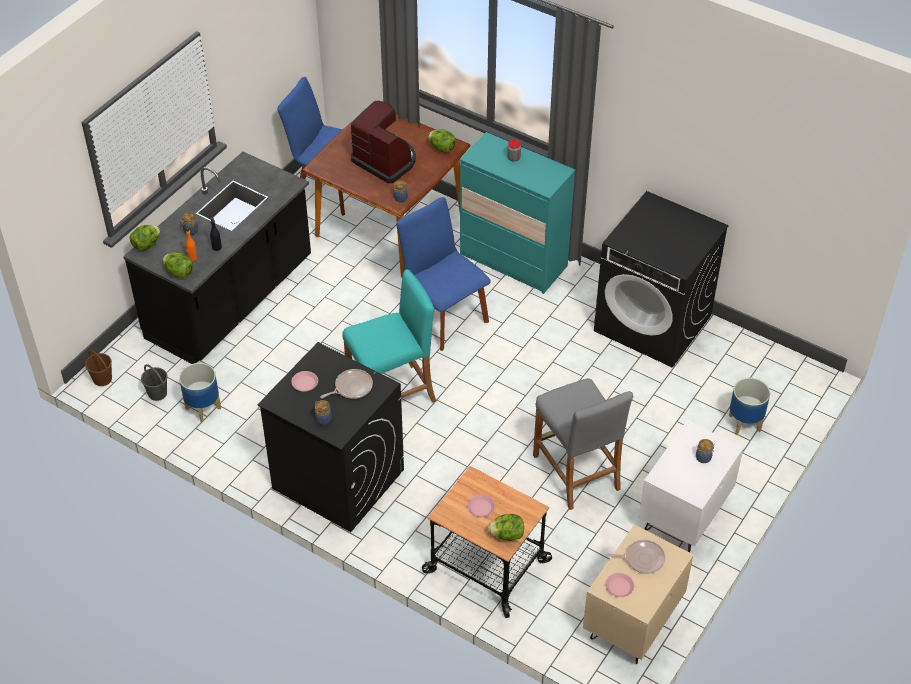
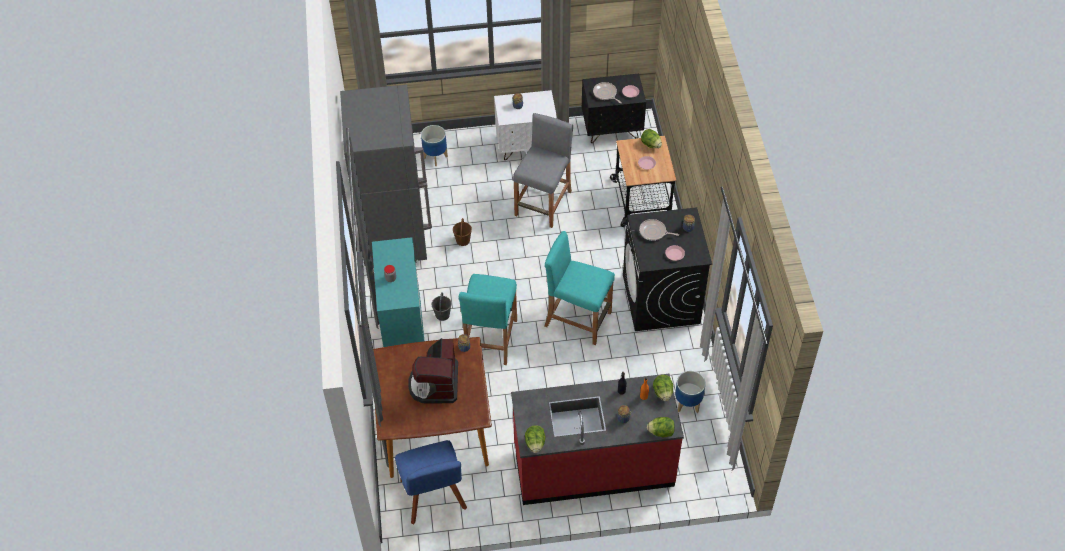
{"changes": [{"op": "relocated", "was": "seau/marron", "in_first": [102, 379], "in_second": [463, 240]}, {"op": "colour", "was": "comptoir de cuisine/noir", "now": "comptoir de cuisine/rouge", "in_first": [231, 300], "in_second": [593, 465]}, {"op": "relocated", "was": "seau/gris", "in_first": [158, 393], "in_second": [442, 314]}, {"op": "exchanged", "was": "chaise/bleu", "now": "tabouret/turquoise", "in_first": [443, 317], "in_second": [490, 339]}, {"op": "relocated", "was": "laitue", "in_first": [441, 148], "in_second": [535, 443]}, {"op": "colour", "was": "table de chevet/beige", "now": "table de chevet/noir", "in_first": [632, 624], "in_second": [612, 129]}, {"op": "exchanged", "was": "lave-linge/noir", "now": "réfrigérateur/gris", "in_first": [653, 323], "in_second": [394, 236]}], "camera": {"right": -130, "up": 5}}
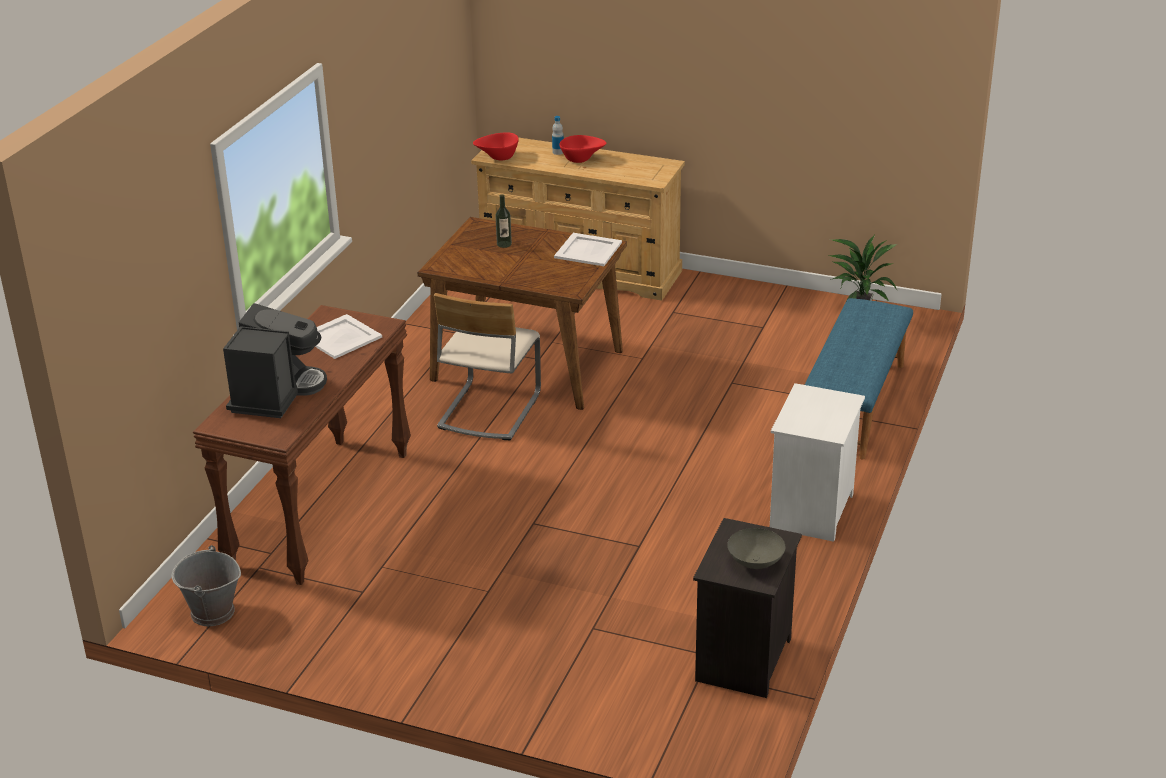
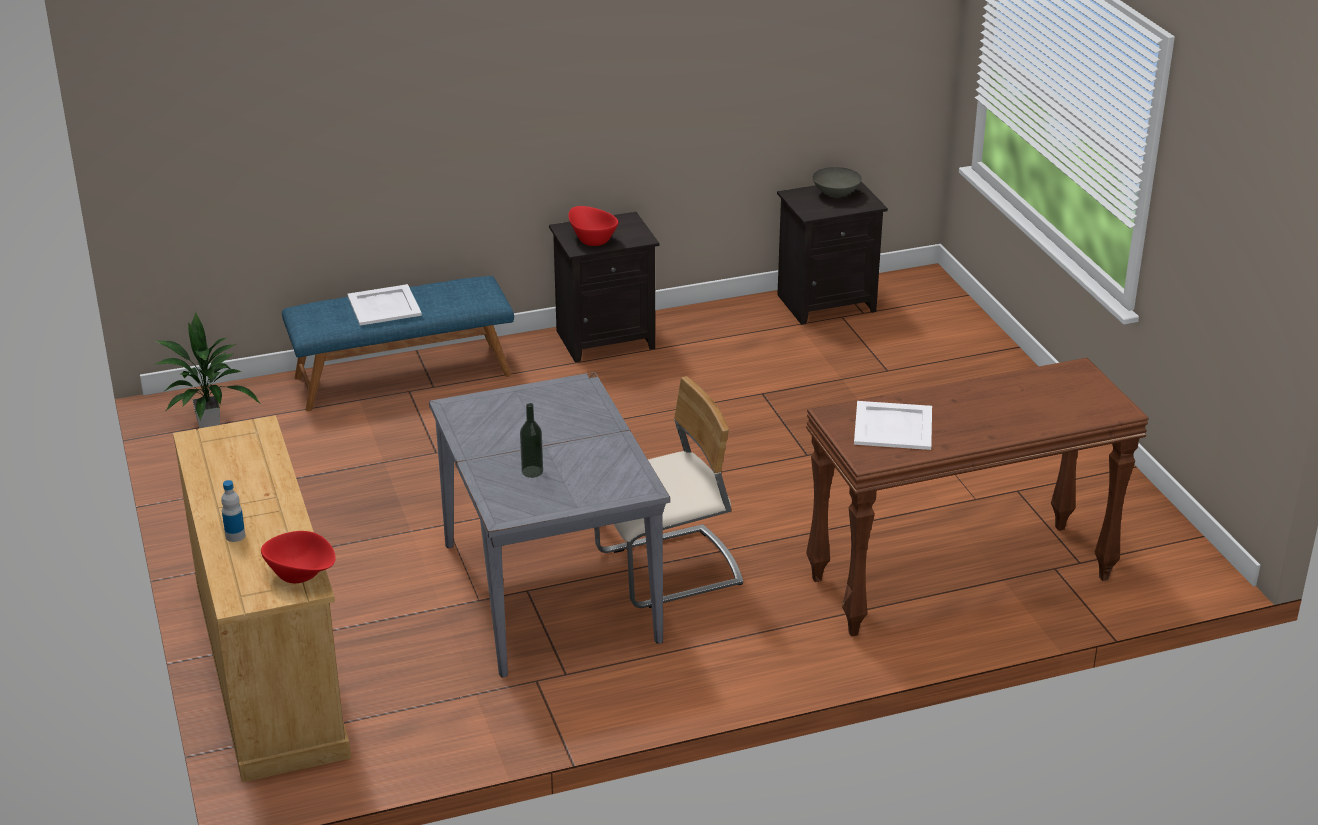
{"changes": [{"op": "missing", "was": "seau/gris", "in_first": [212, 612]}, {"op": "missing", "was": "machine à café", "in_first": [276, 393]}, {"op": "colour", "was": "table à manger/marron", "now": "table à manger/gris", "in_first": [528, 365], "in_second": [549, 590]}, {"op": "relocated", "was": "plateau/blanc", "in_first": [589, 250], "in_second": [383, 305]}, {"op": "relocated", "was": "bol/rouge", "in_first": [582, 159], "in_second": [592, 239]}, {"op": "colour", "was": "table de chevet/blanc", "now": "table de chevet/noir", "in_first": [813, 512], "in_second": [606, 338]}], "camera": {"right": -130, "up": 0}}
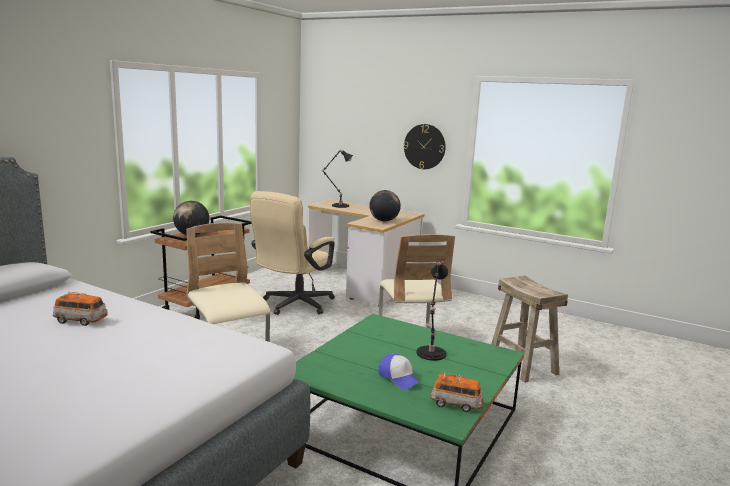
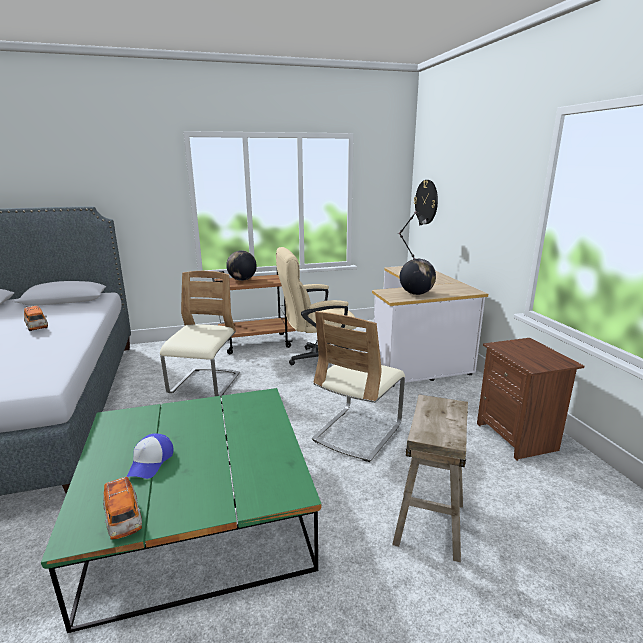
{"changes": [{"op": "relocated", "was": "horloge murale", "in_first": [424, 146], "in_second": [426, 202]}, {"op": "missing", "was": "lampe de table/noir", "in_first": [430, 354]}, {"op": "appeared", "now": "table de chevet/marron", "in_second": [517, 437]}], "camera": {"right": 45, "up": 5}}
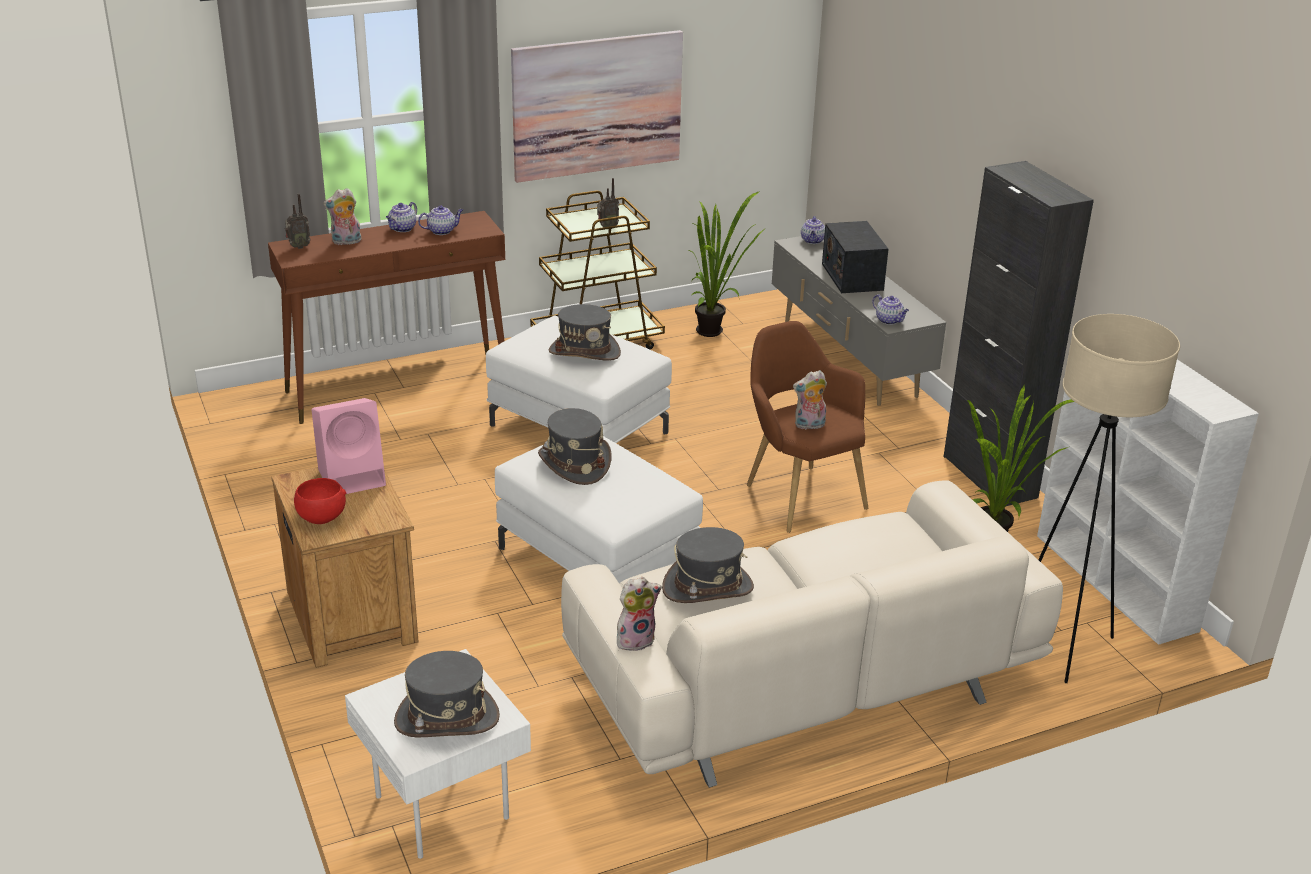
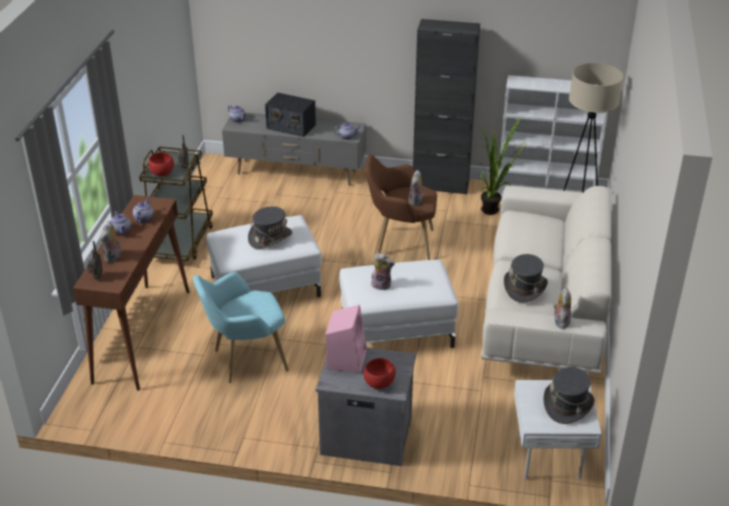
{"changes": [{"op": "colour", "was": "table de chevet/marron", "now": "table de chevet/gris", "in_first": [352, 615], "in_second": [365, 435]}, {"op": "missing", "was": "tableau", "in_first": [597, 105]}, {"op": "exchanged", "was": "chapeau/gris", "now": "peluche", "in_first": [574, 464], "in_second": [382, 284]}, {"op": "missing", "was": "plante en pot", "in_first": [716, 332]}, {"op": "appeared", "now": "bol/rouge", "in_second": [162, 173]}, {"op": "appeared", "now": "fauteuil/turquoise", "in_second": [245, 360]}], "camera": {"right": -55, "up": 5}}
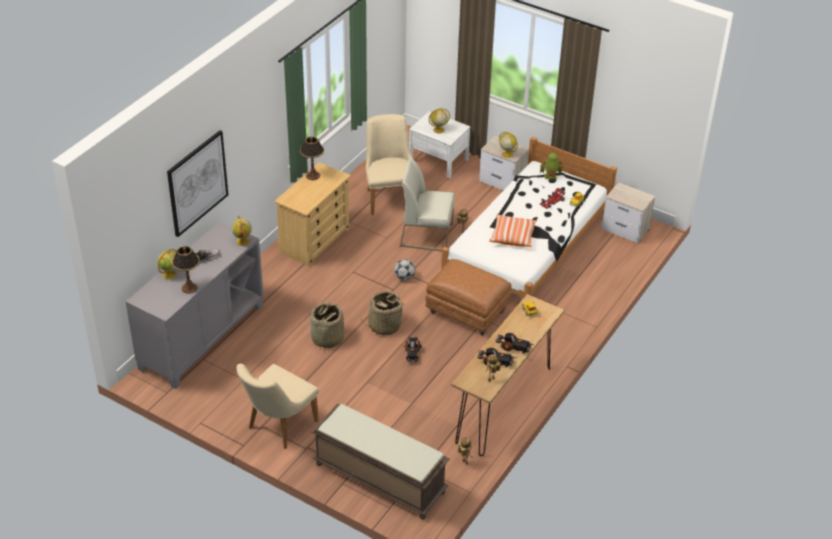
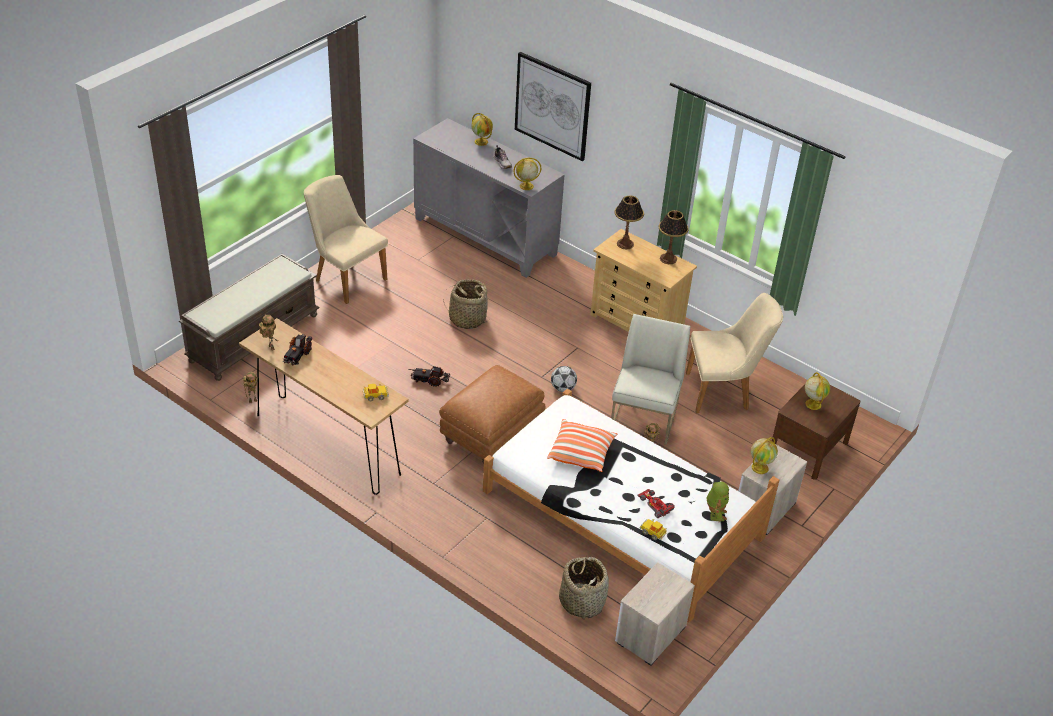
{"changes": [{"op": "relocated", "was": "lampe de table", "in_first": [189, 288], "in_second": [625, 244]}, {"op": "relocated", "was": "panier", "in_first": [384, 325], "in_second": [582, 601]}, {"op": "colour", "was": "table de chevet/blanc", "now": "table de chevet/marron", "in_first": [438, 160], "in_second": [808, 448]}, {"op": "missing", "was": "camion jouet", "in_first": [513, 347]}], "camera": {"right": 95, "up": 0}}
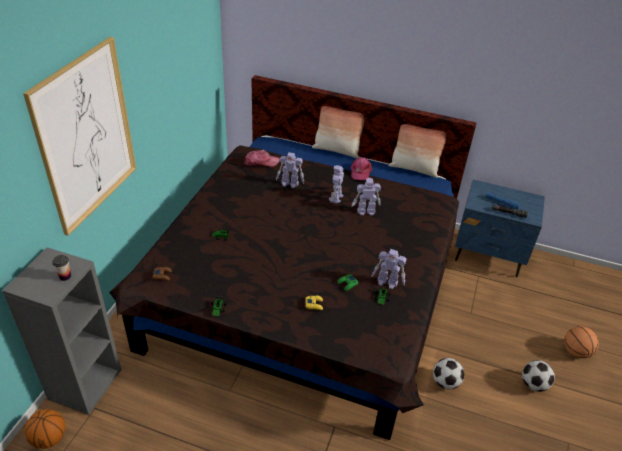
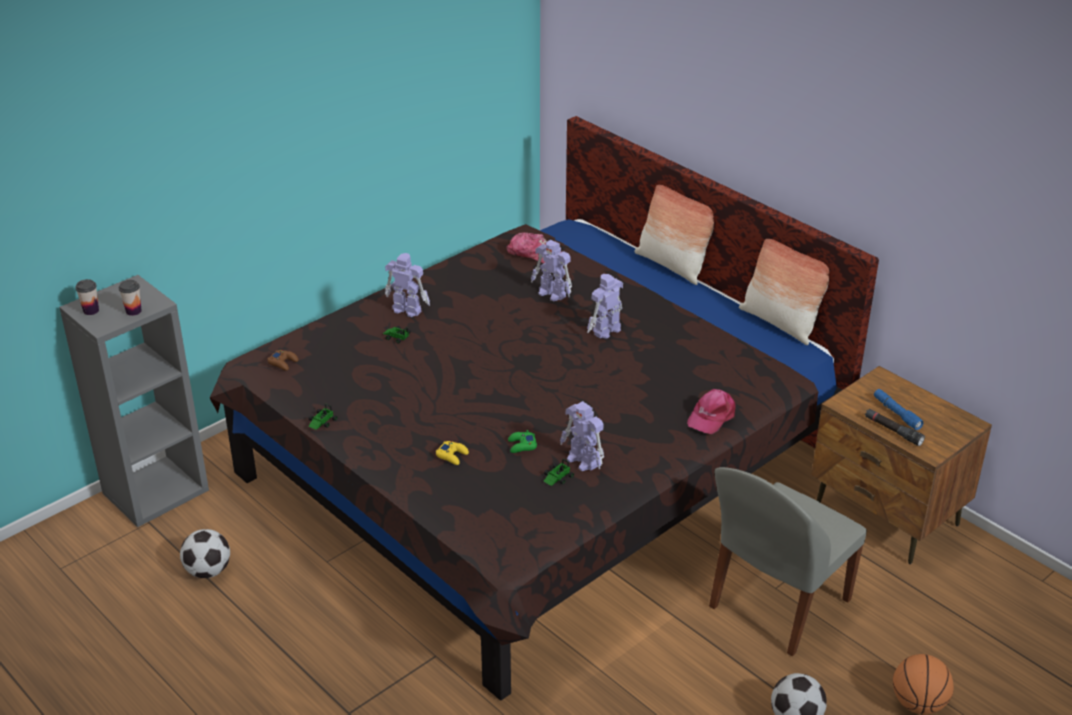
{"changes": [{"op": "missing", "was": "tableau", "in_first": [86, 136]}, {"op": "missing", "was": "ballon de basket", "in_first": [49, 438]}, {"op": "relocated", "was": "casquette/rose", "in_first": [360, 172], "in_second": [711, 416]}, {"op": "relocated", "was": "robot jouet", "in_first": [365, 211], "in_second": [406, 309]}, {"op": "relocated", "was": "ballon de foot", "in_first": [445, 382], "in_second": [208, 571]}, {"op": "colour", "was": "table de chevet/bleu", "now": "table de chevet/marron", "in_first": [488, 255], "in_second": [886, 516]}, {"op": "appeared", "now": "tasse", "in_second": [91, 310]}, {"op": "appeared", "now": "chaise/gris", "in_second": [777, 605]}], "camera": {"right": 30, "up": -5}}
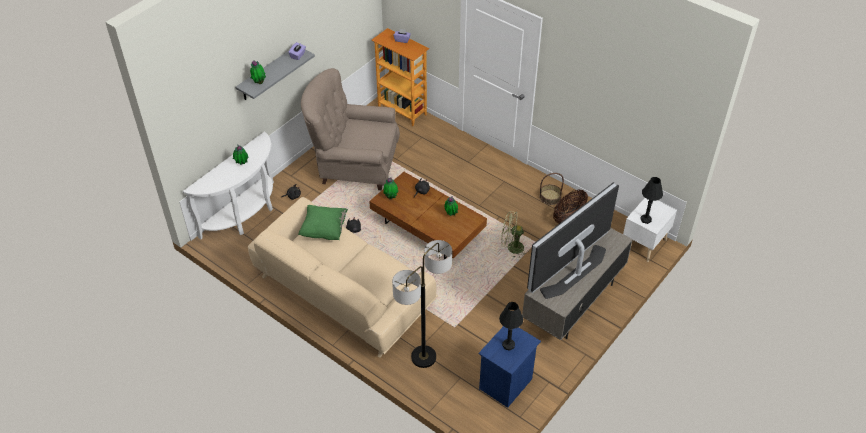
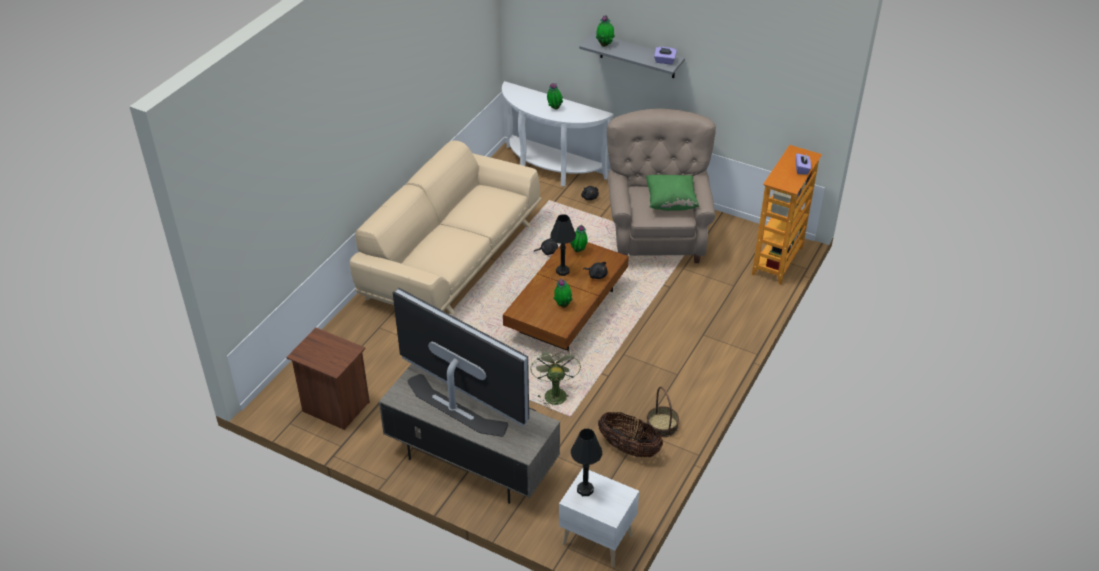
{"changes": [{"op": "relocated", "was": "coussin/vert", "in_first": [324, 230], "in_second": [670, 202]}, {"op": "missing", "was": "lampadaire", "in_first": [423, 357]}, {"op": "colour", "was": "table de chevet/bleu", "now": "table de chevet/marron", "in_first": [506, 384], "in_second": [335, 407]}, {"op": "relocated", "was": "lampe de table/noir", "in_first": [508, 345], "in_second": [562, 271]}], "camera": {"right": 80, "up": -5}}
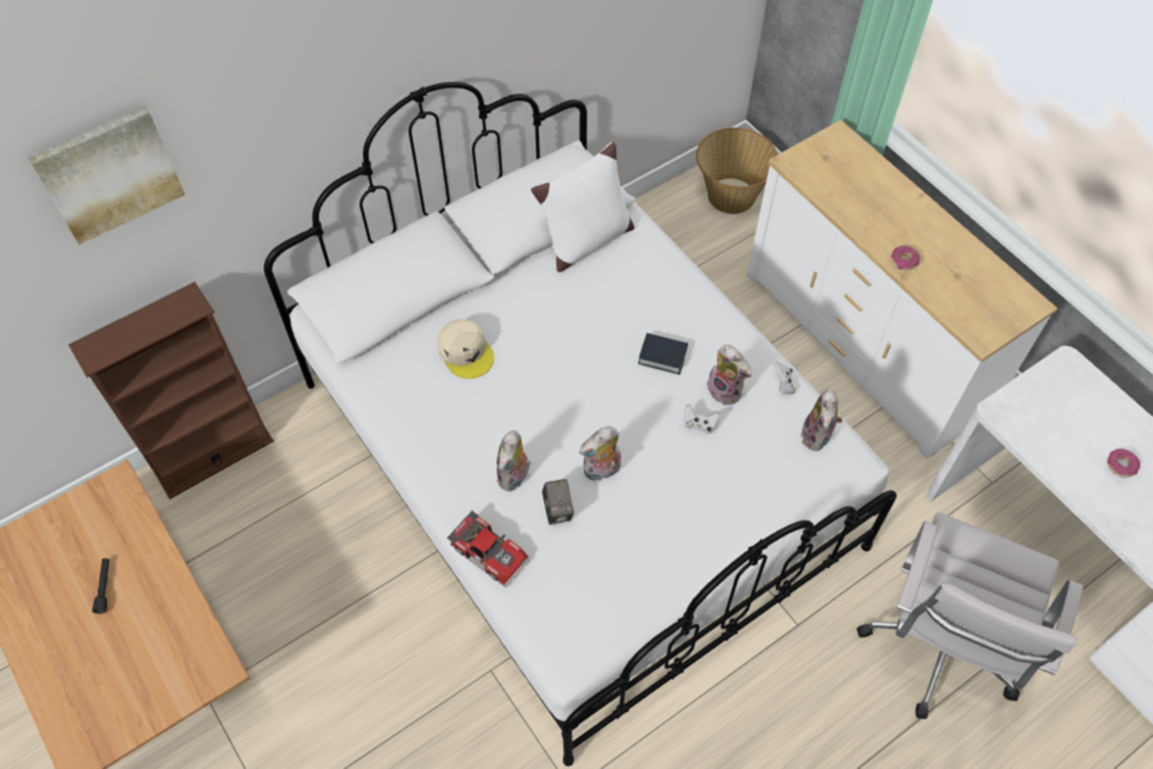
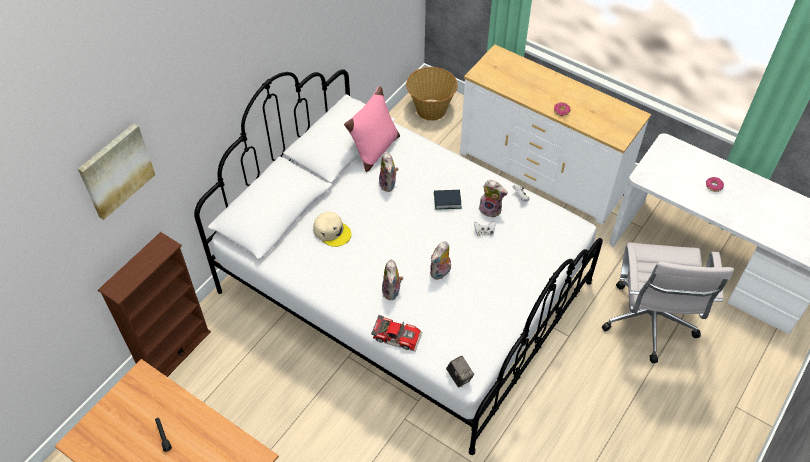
{"changes": [{"op": "colour", "was": "coussin/blanc", "now": "coussin/rose", "in_first": [585, 242], "in_second": [374, 151]}, {"op": "relocated", "was": "appareil photo", "in_first": [558, 510], "in_second": [459, 377]}, {"op": "relocated", "was": "peluche", "in_first": [818, 437], "in_second": [389, 184]}], "camera": {"right": -20, "up": -5}}
